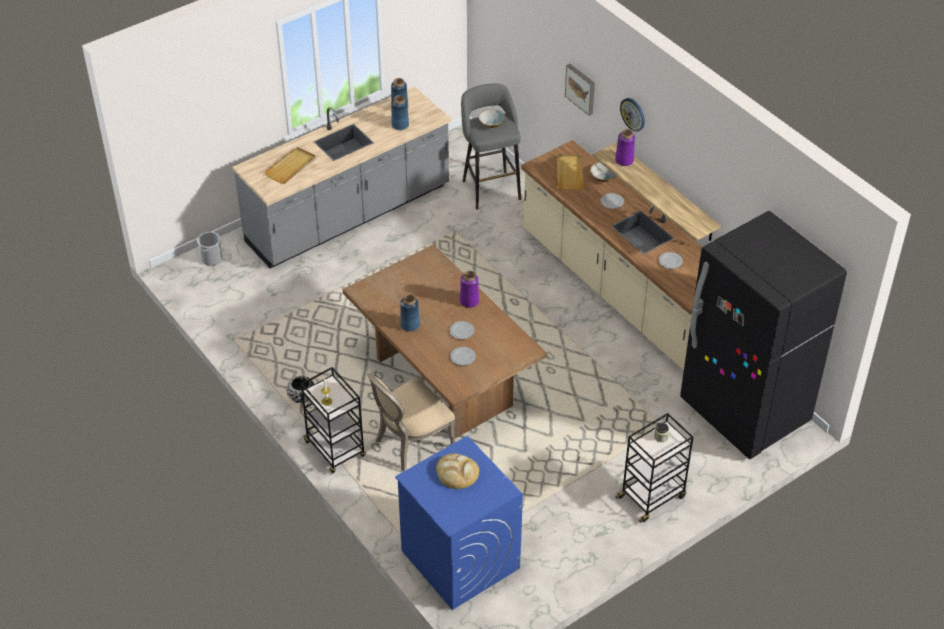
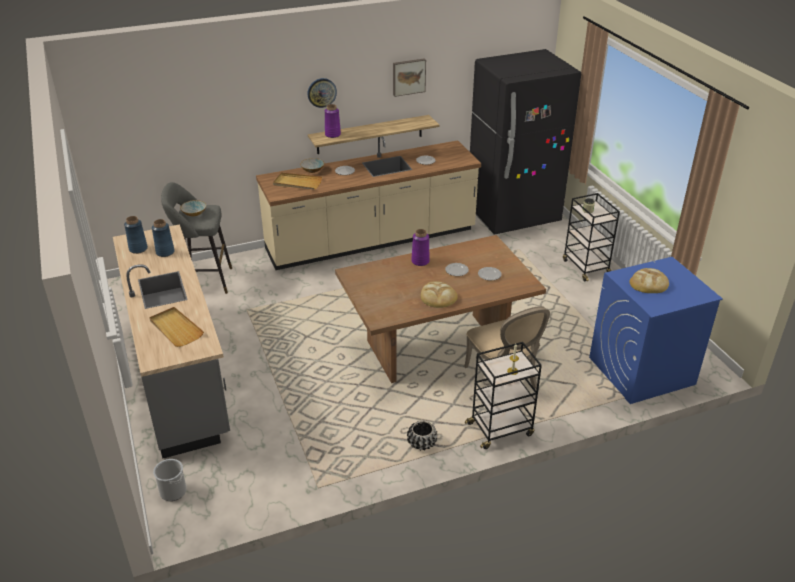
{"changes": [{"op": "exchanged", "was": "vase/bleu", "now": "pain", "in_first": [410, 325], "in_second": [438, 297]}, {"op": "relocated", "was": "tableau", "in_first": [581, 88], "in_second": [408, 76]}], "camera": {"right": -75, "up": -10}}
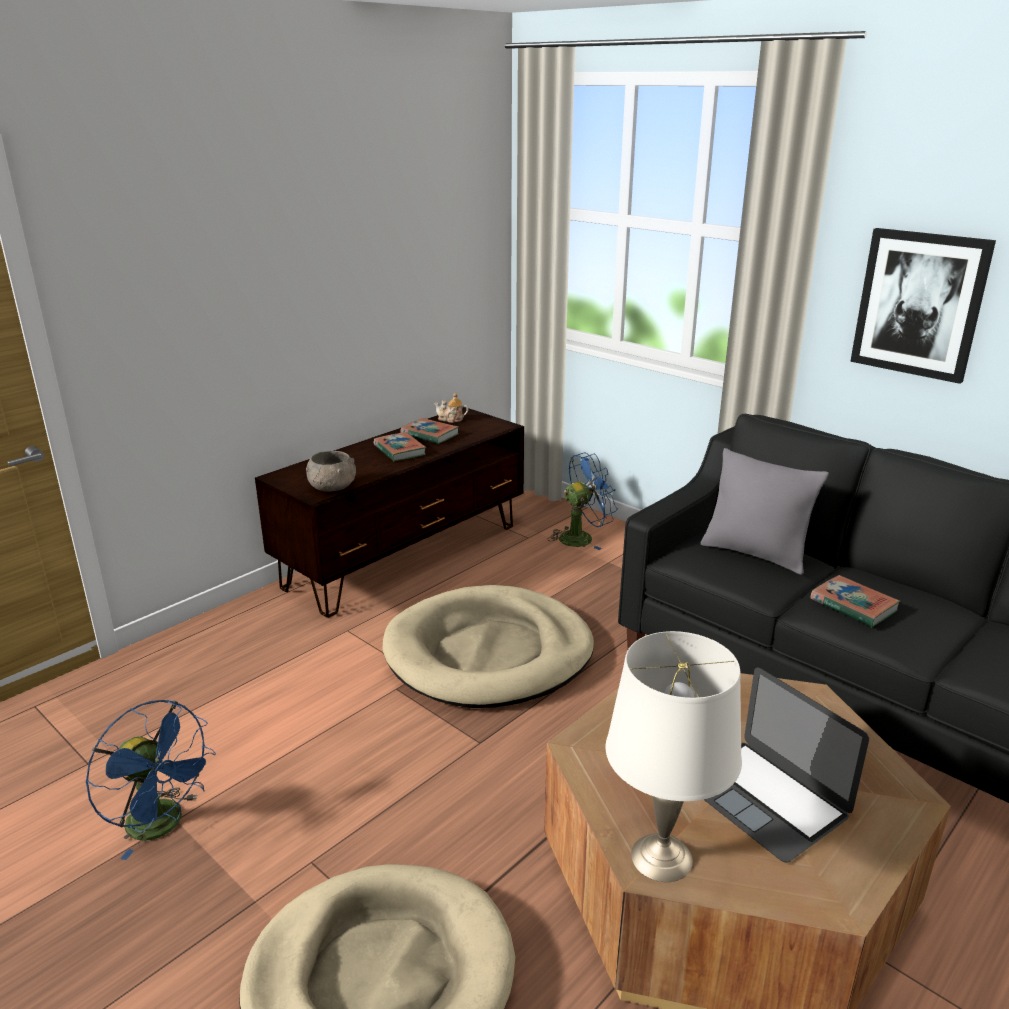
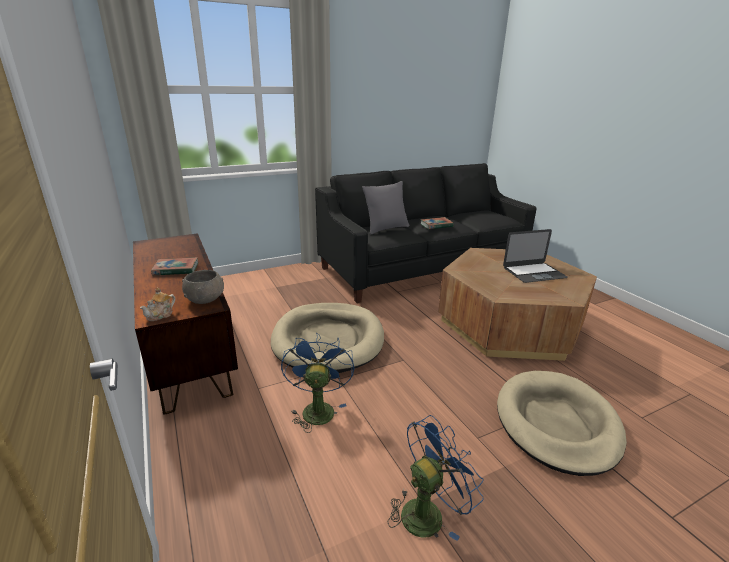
{"changes": [{"op": "missing", "was": "livre", "in_first": [429, 435]}, {"op": "relocated", "was": "théière", "in_first": [451, 419], "in_second": [161, 315]}, {"op": "relocated", "was": "ventilateur/bleu", "in_first": [582, 537], "in_second": [317, 408]}, {"op": "missing", "was": "lampe de table/blanc", "in_first": [662, 858]}, {"op": "missing", "was": "tableau", "in_first": [919, 304]}], "camera": {"right": -70, "up": 0}}
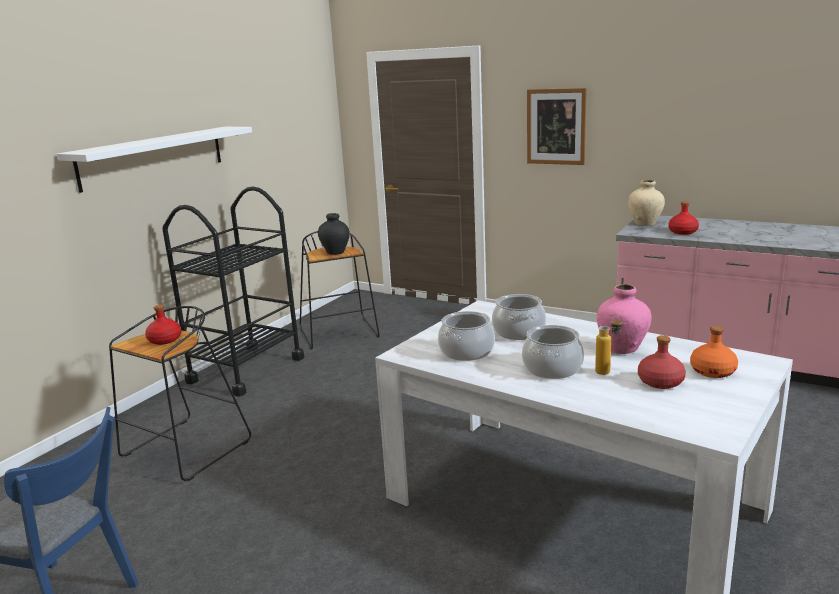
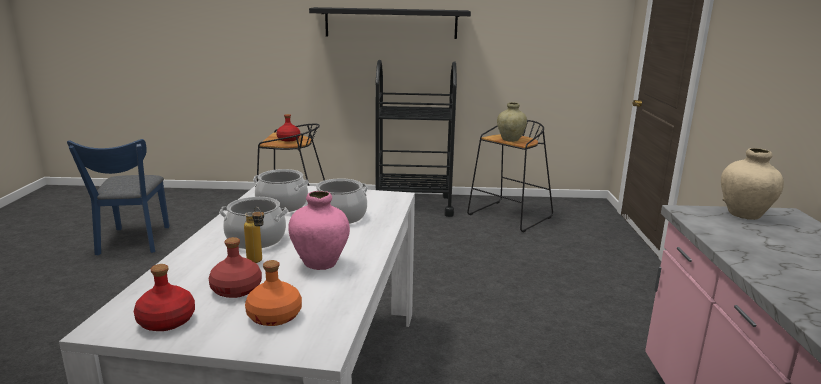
{"changes": [{"op": "colour", "was": "étagère/blanc", "now": "étagère/noir", "in_first": [153, 157], "in_second": [391, 23]}, {"op": "colour", "was": "vase/noir", "now": "vase/beige", "in_first": [335, 252], "in_second": [510, 139]}, {"op": "missing", "was": "tableau", "in_first": [556, 126]}, {"op": "relocated", "was": "bouteille/rouge", "in_first": [683, 232], "in_second": [167, 321]}], "camera": {"right": 60, "up": 0}}
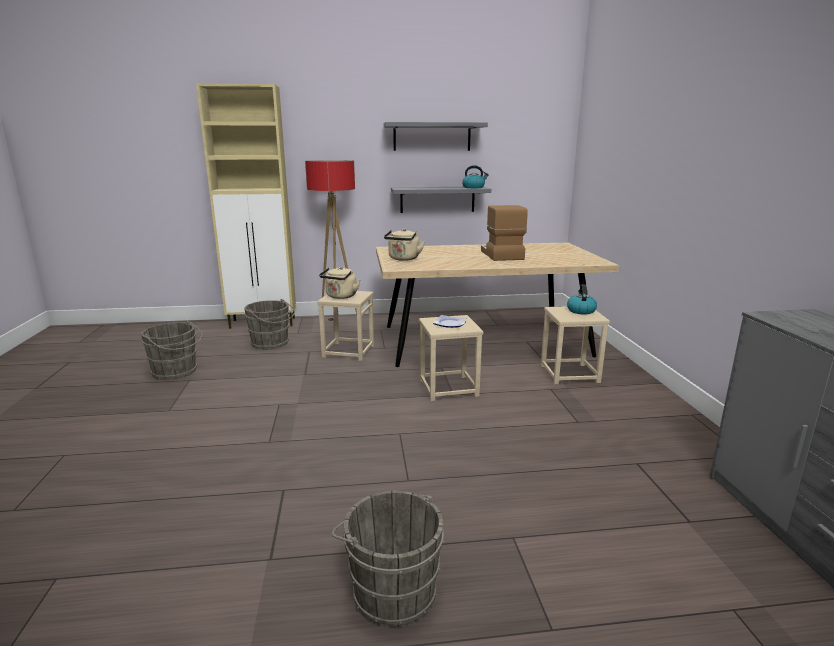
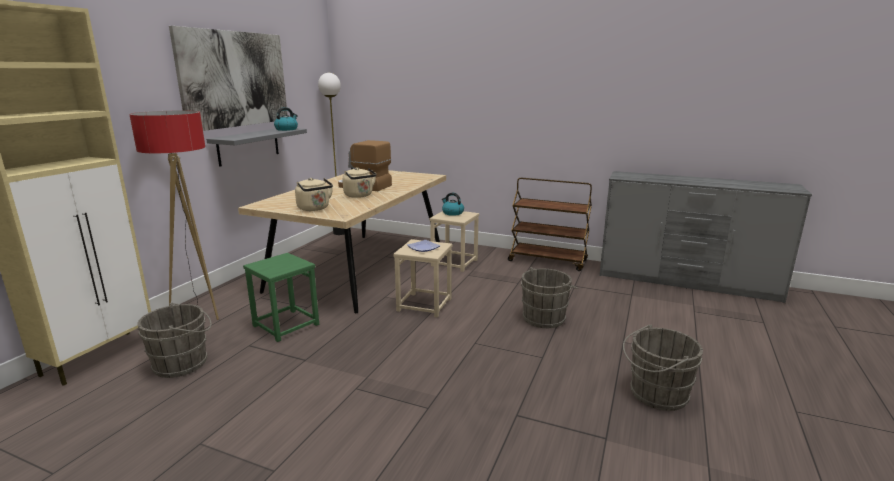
{"changes": [{"op": "relocated", "was": "seau/gris", "in_first": [176, 372], "in_second": [546, 318]}, {"op": "colour", "was": "tabouret/beige", "now": "tabouret/vert", "in_first": [348, 351], "in_second": [285, 325]}, {"op": "relocated", "was": "bouilloire/beige", "in_first": [340, 296], "in_second": [359, 196]}, {"op": "exchanged", "was": "étagère/gris", "now": "tableau", "in_first": [432, 137], "in_second": [235, 79]}, {"op": "appeared", "now": "lampadaire", "in_second": [339, 233]}, {"op": "appeared", "now": "chariot/marron", "in_second": [548, 261]}], "camera": {"right": -60, "up": 0}}
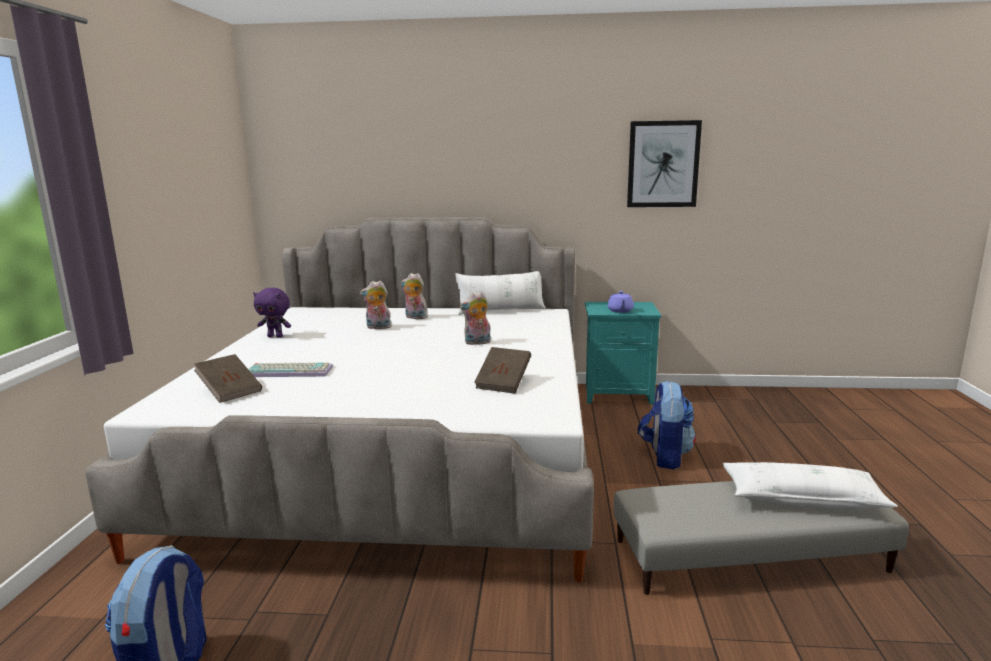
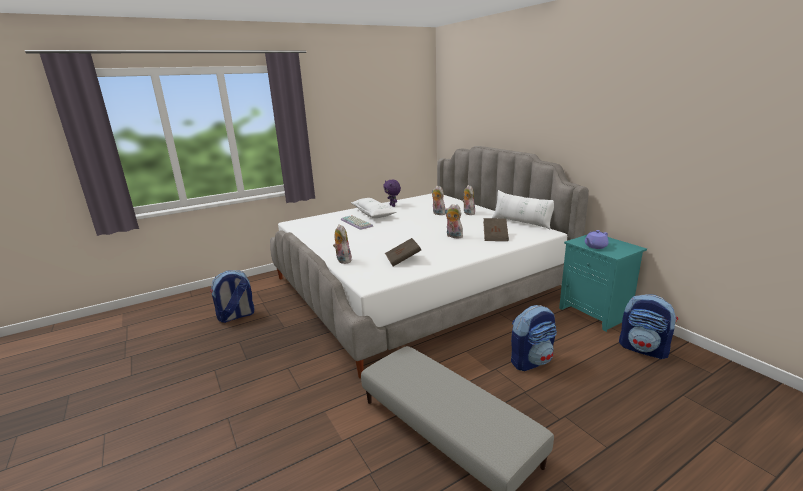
{"changes": [{"op": "relocated", "was": "livre/marron", "in_first": [230, 391], "in_second": [495, 237]}, {"op": "missing", "was": "tableau", "in_first": [663, 164]}, {"op": "relocated", "was": "coussin/blanc", "in_first": [802, 499], "in_second": [373, 213]}, {"op": "appeared", "now": "peluche", "in_second": [342, 260]}, {"op": "appeared", "now": "sac à dos", "in_second": [644, 349]}], "camera": {"right": 55, "up": 5}}
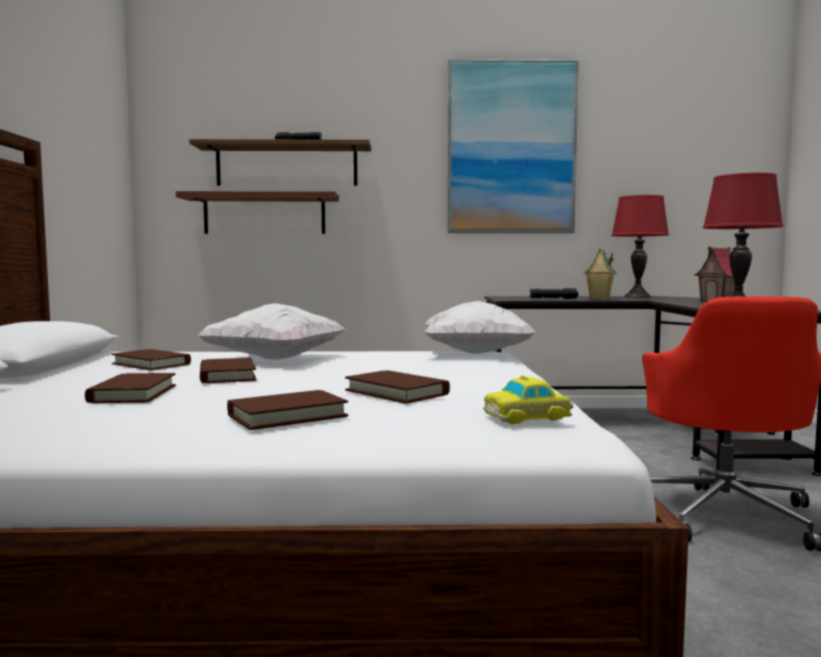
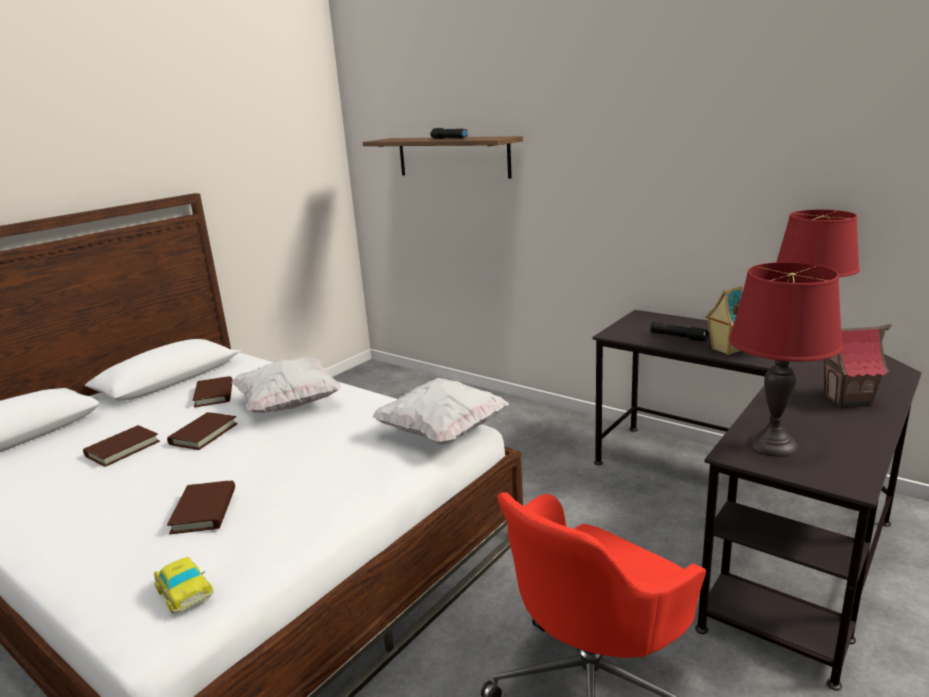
{"changes": [{"op": "missing", "was": "étagère/marron", "in_first": [264, 214]}, {"op": "missing", "was": "livre/marron", "in_first": [287, 416]}, {"op": "missing", "was": "tableau", "in_first": [511, 148]}, {"op": "spun", "was": "petite voiture", "in_first": [528, 416], "in_second": [184, 590], "clockwise": -150}], "camera": {"right": 40, "up": 15}}
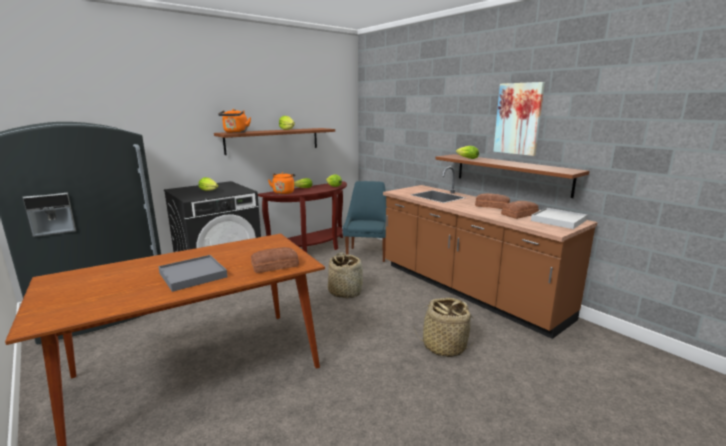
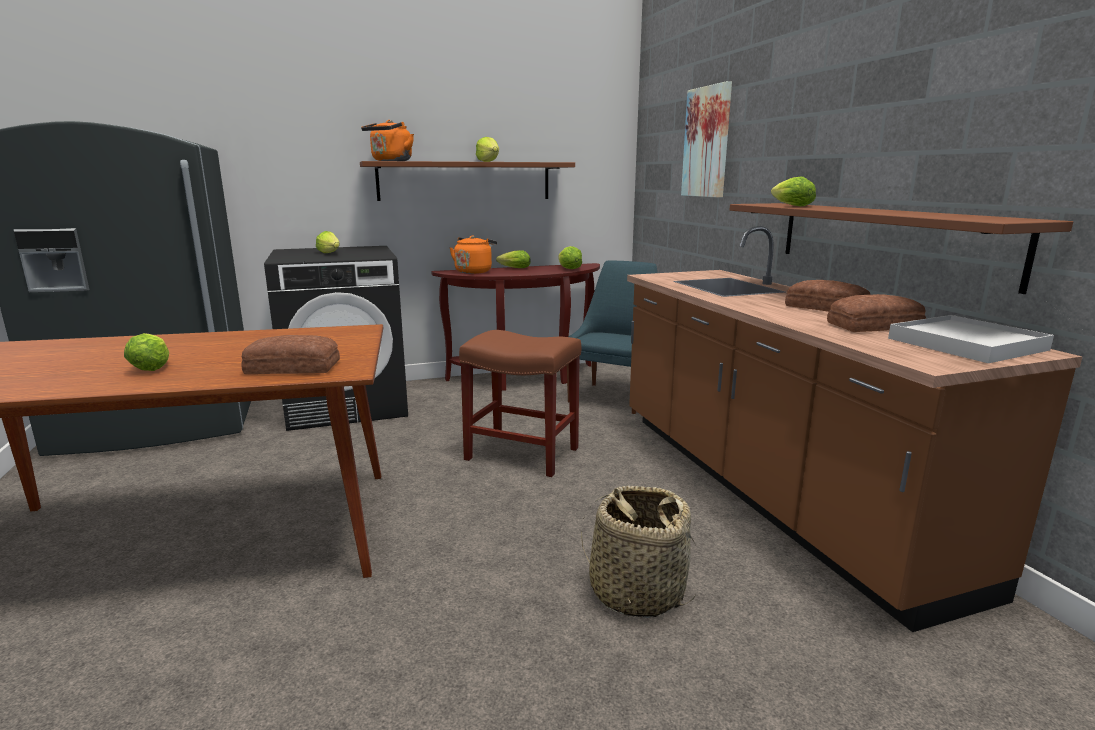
{"changes": [{"op": "exchanged", "was": "plateau/gris", "now": "laitue", "in_first": [193, 275], "in_second": [153, 366]}, {"op": "exchanged", "was": "panier", "now": "tabouret/marron", "in_first": [345, 292], "in_second": [524, 454]}, {"op": "relocated", "was": "tableau", "in_first": [518, 119], "in_second": [707, 142]}], "camera": {"right": 20, "up": 0}}
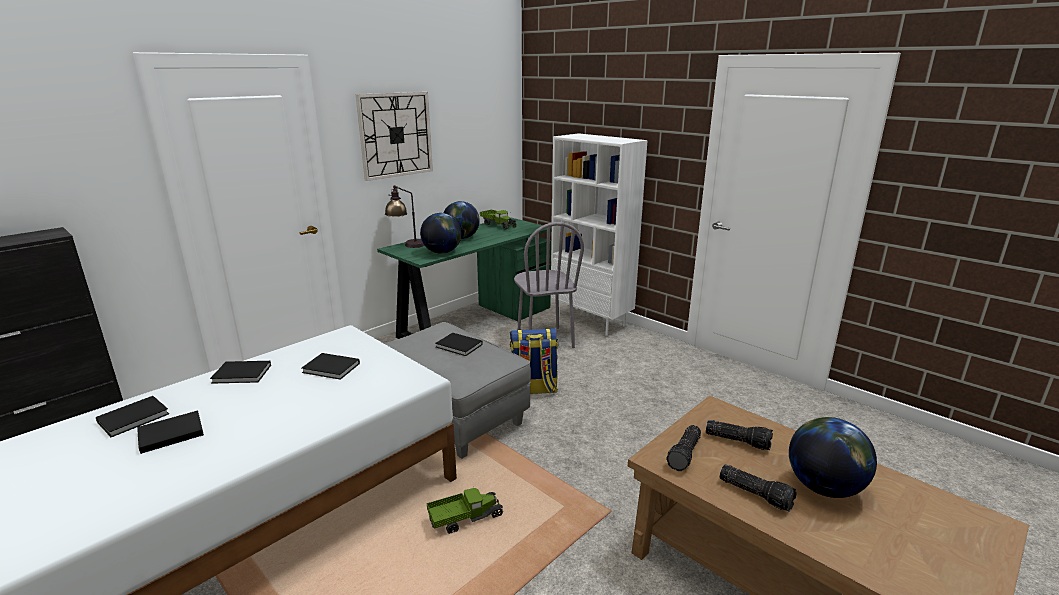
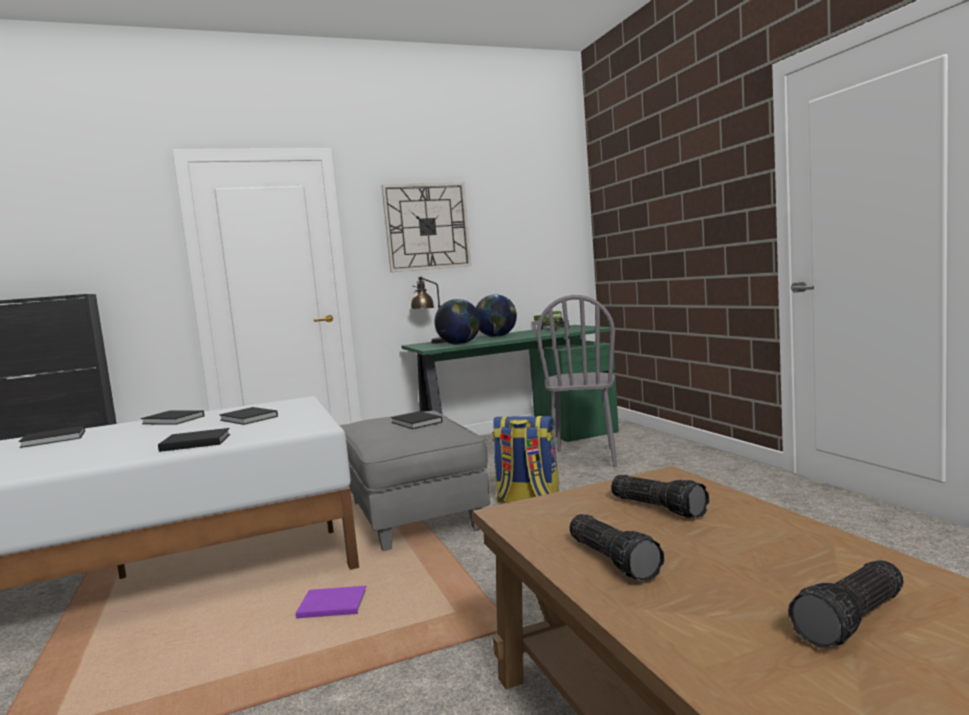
{"changes": [{"op": "relocated", "was": "livre/noir", "in_first": [169, 434], "in_second": [194, 442]}, {"op": "exchanged", "was": "camion jouet", "now": "livre/violet", "in_first": [465, 518], "in_second": [331, 605]}, {"op": "missing", "was": "bibliothèque/blanc", "in_first": [591, 321]}, {"op": "relocated", "was": "lampe de poche", "in_first": [685, 454], "in_second": [854, 621]}, {"op": "missing", "was": "globe", "in_first": [823, 487]}], "camera": {"right": 25, "up": -15}}
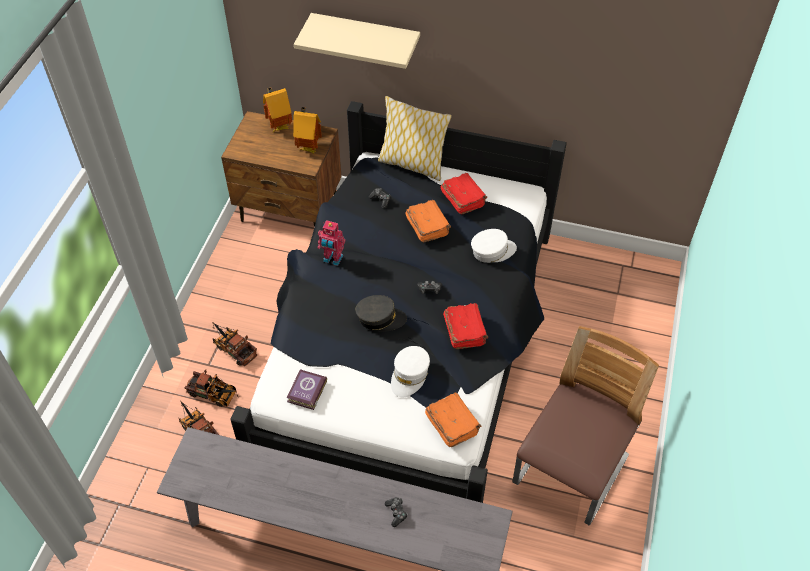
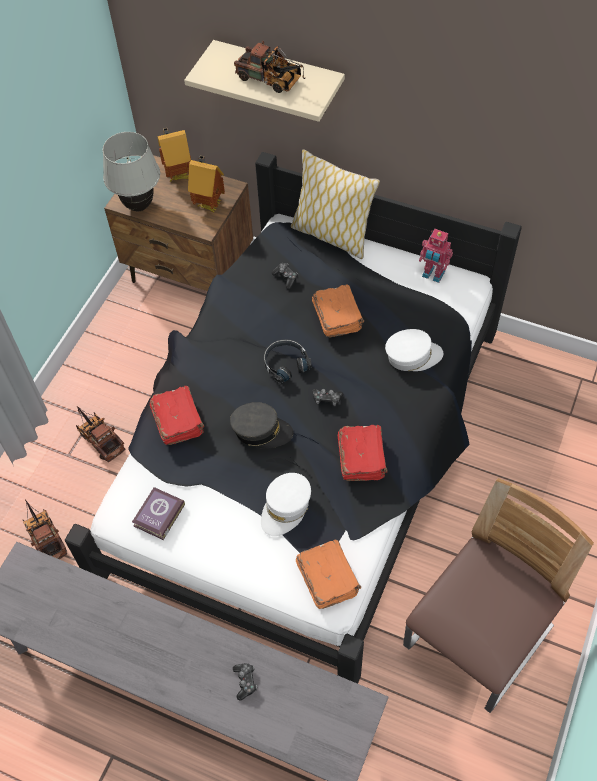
{"changes": [{"op": "relocated", "was": "camion jouet", "in_first": [215, 395], "in_second": [272, 80]}, {"op": "relocated", "was": "robot jouet", "in_first": [332, 259], "in_second": [432, 275]}, {"op": "relocated", "was": "livre/rouge", "in_first": [463, 199], "in_second": [178, 420]}, {"op": "appeared", "now": "lampe de table/blanc", "in_second": [139, 206]}, {"op": "appeared", "now": "casque audio/noir", "in_second": [285, 363]}], "camera": {"right": 10, "up": 5}}
